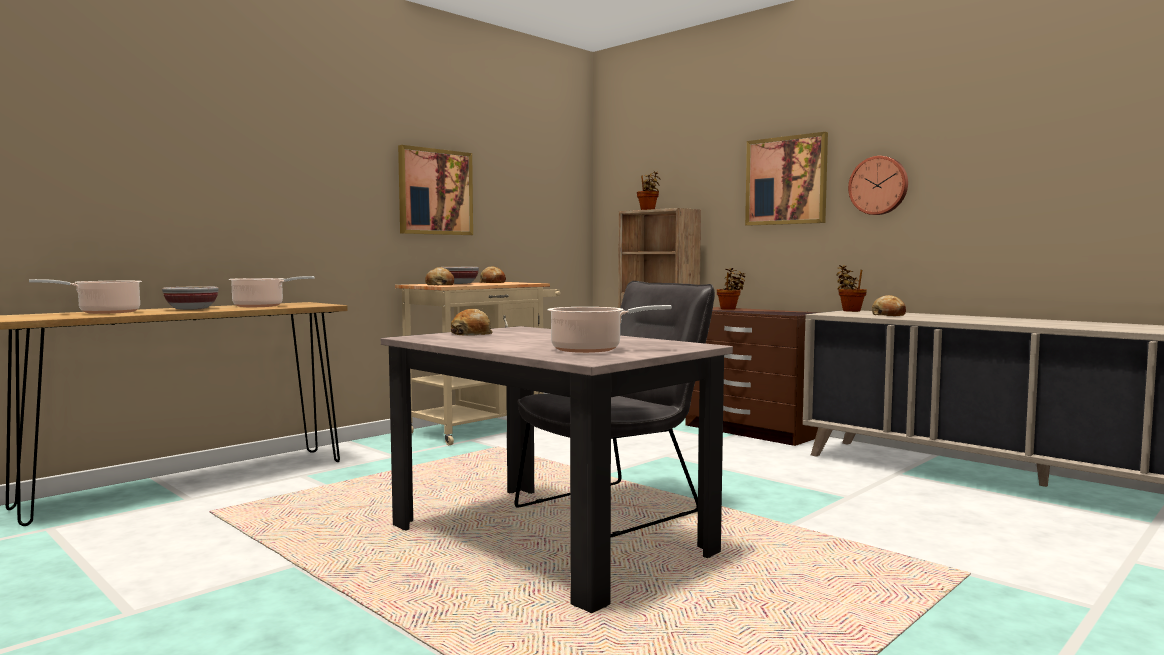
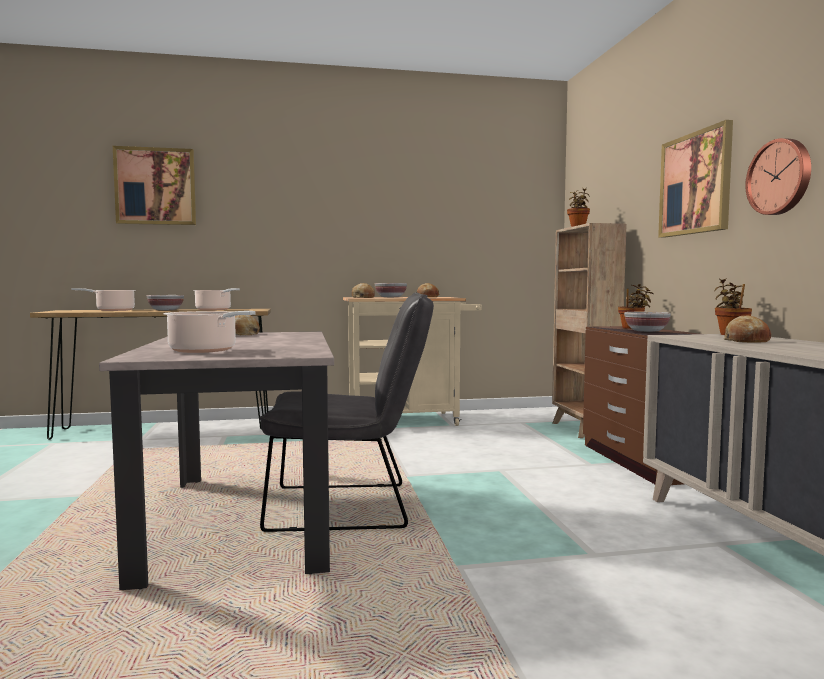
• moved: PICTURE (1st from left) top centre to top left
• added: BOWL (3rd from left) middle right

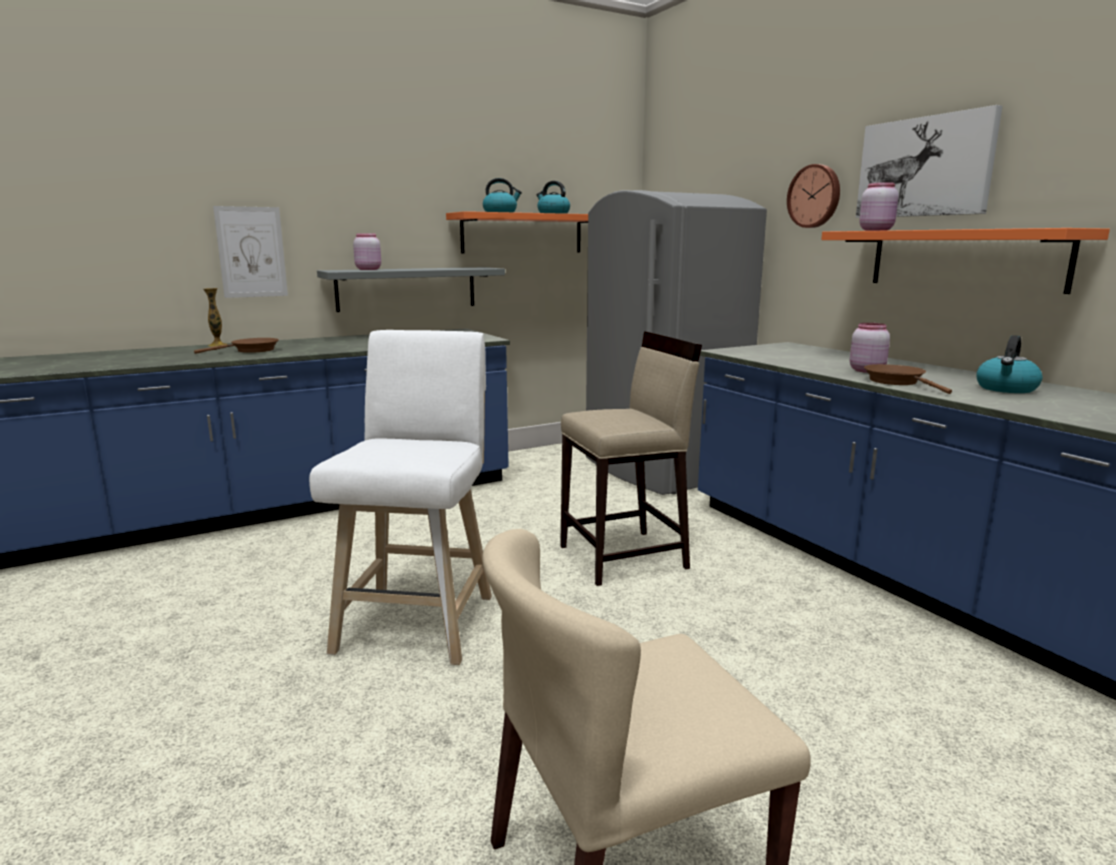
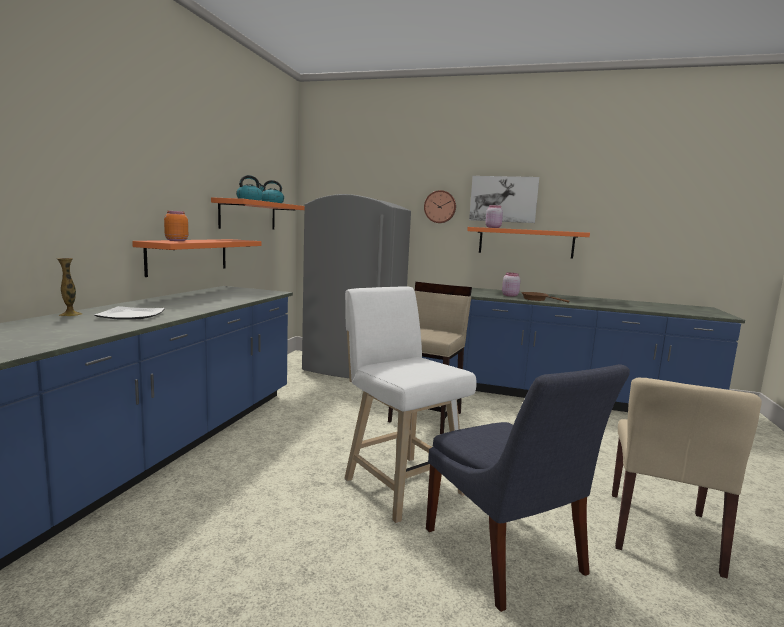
• replaced: BROWN FRYING PAN (1st from left) middle left to PLATE middle left
• recoloured: GREY SHELF centre to ORANGE SHELF (1st from left) middle left
• recoloured: PINK JAR (1st from left) top left to ORANGE JAR middle left
• added: BLUE CHAIR bottom right
• removed: PICTURE (1st from left) top left
• removed: KETTLE (3rd from left) middle right

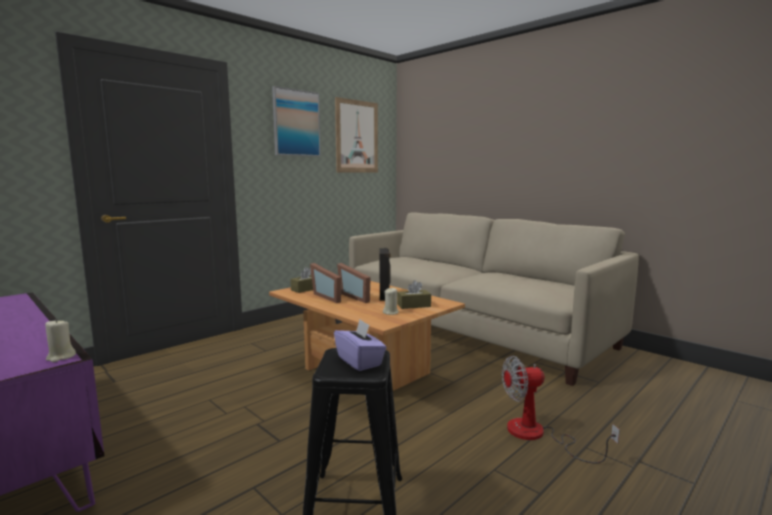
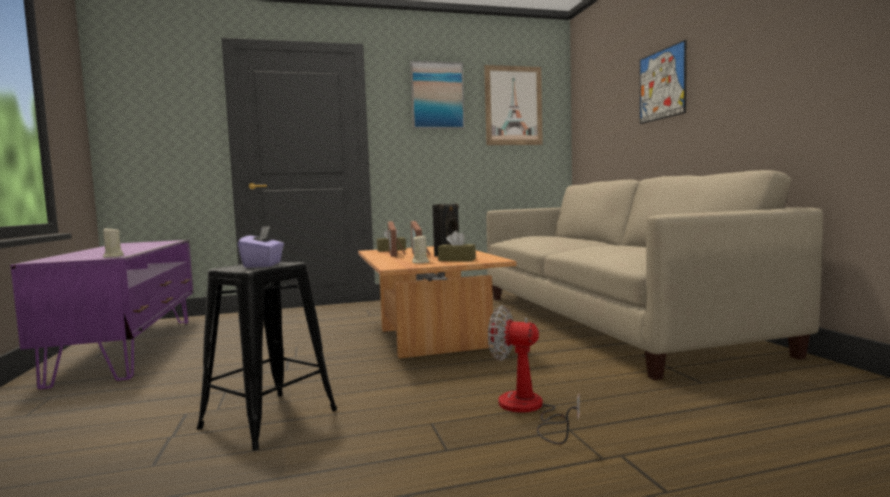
• added: PICTURE (3rd from left) top right

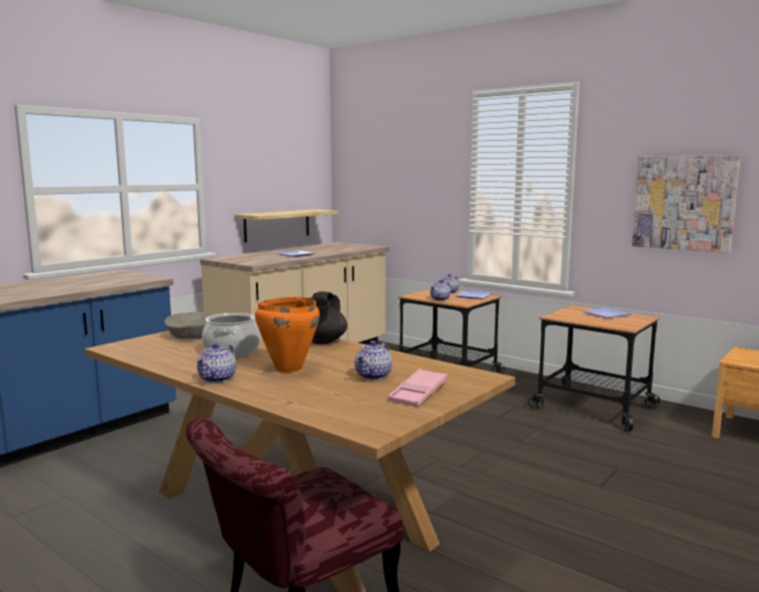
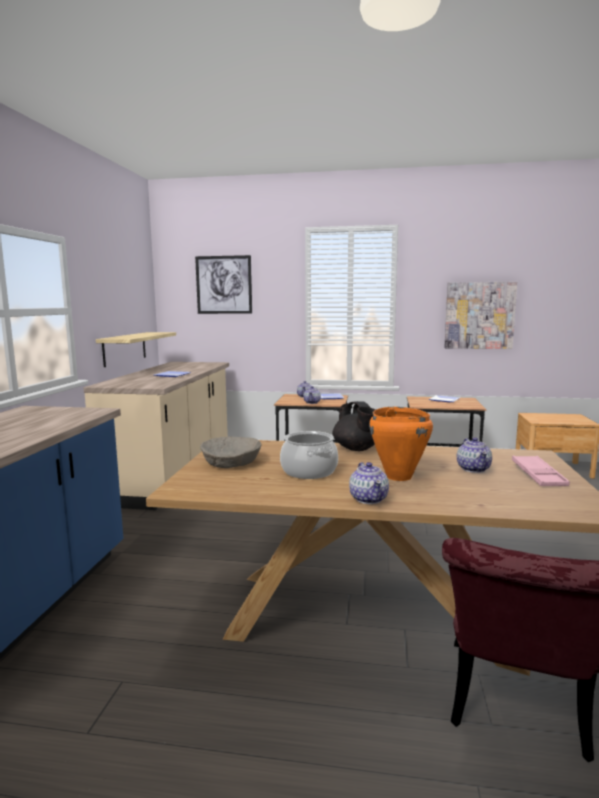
• added: PICTURE (1st from left) centre

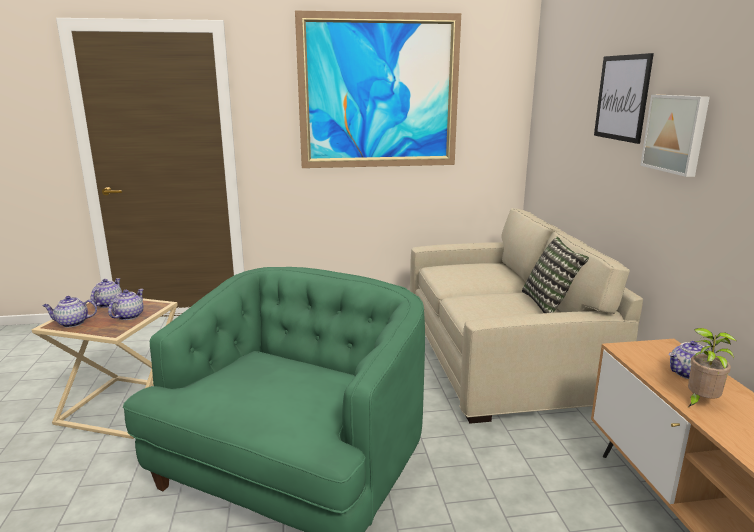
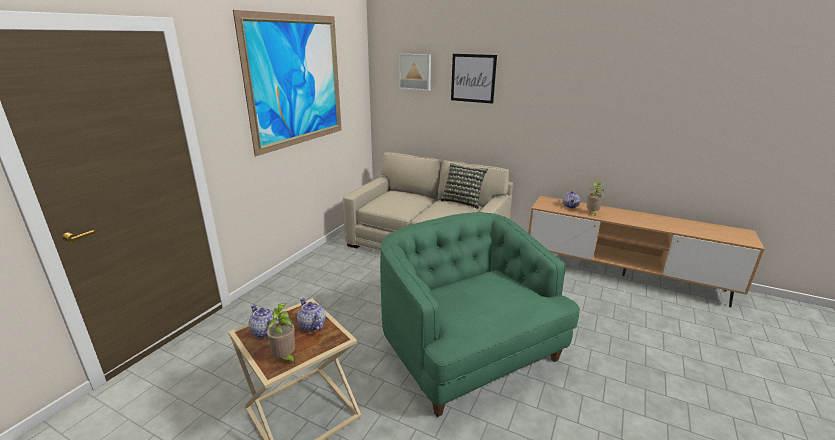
• replaced: TEAPOT (1st from left) middle left to POTTED PLANT (1st from left) bottom centre
• moved: PICTURE (3rd from left in the first image) top right to PICTURE (2nd from left) top centre

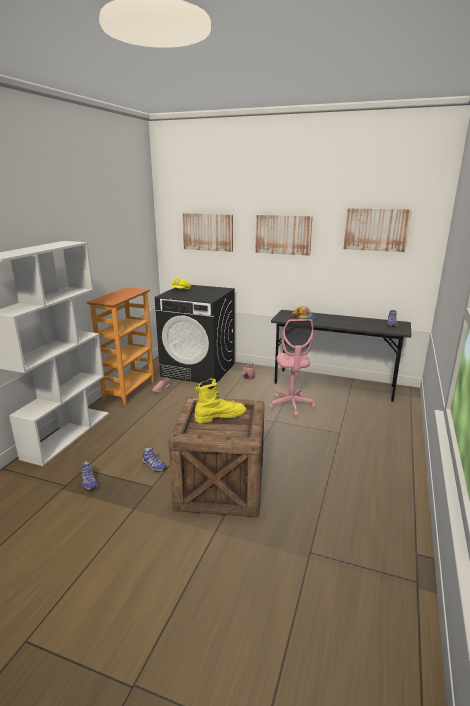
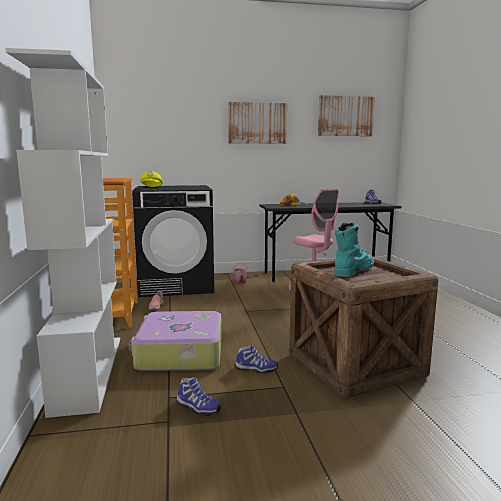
• added: SUITCASE bottom centre
• recoloured: YELLOW BOOT centre to TURQUOISE BOOT middle right
• removed: PICTURE (1st from left) top centre

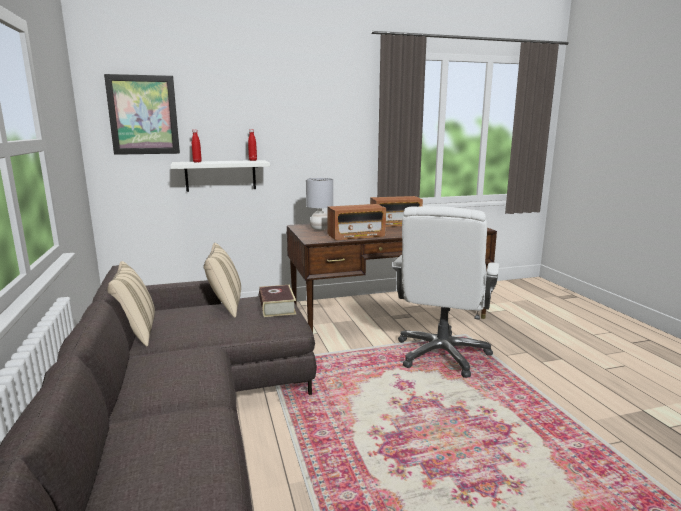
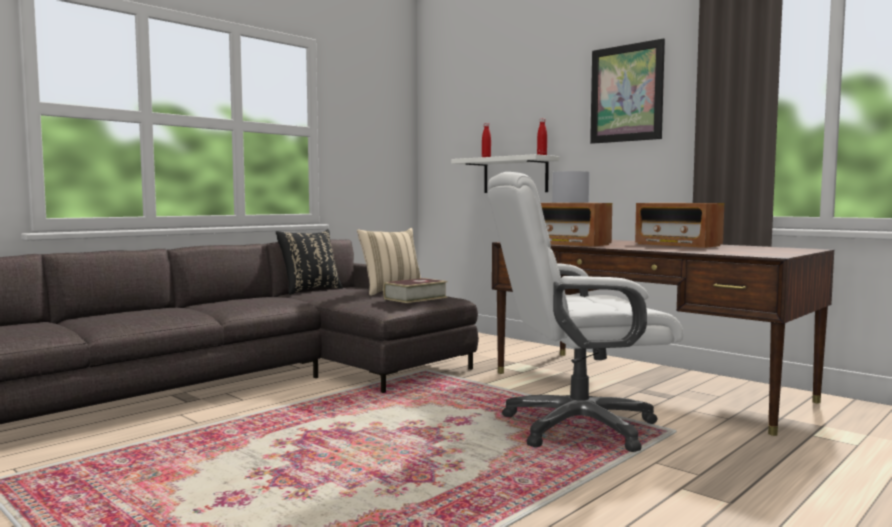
• recoloured: BEIGE PILLOW (1st from left) middle left to BLACK PILLOW centre
• moved: PICTURE top left to top right

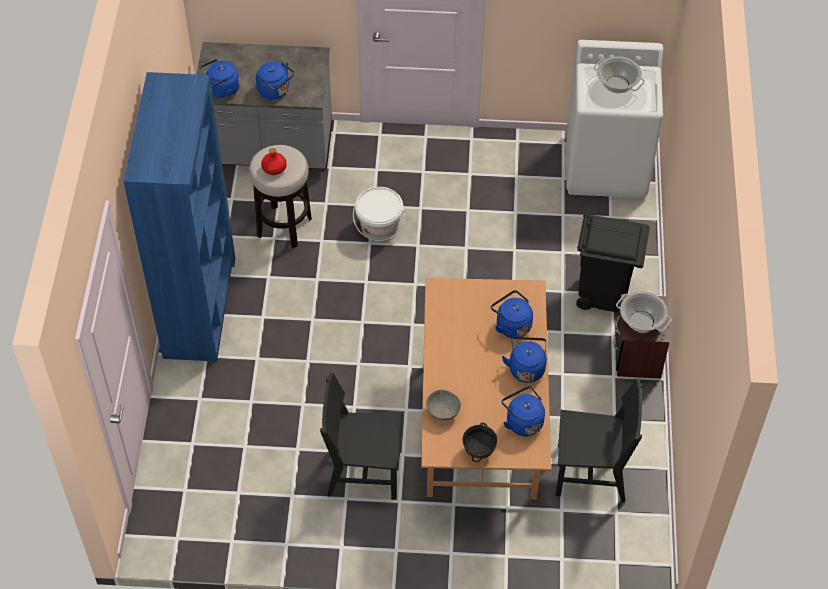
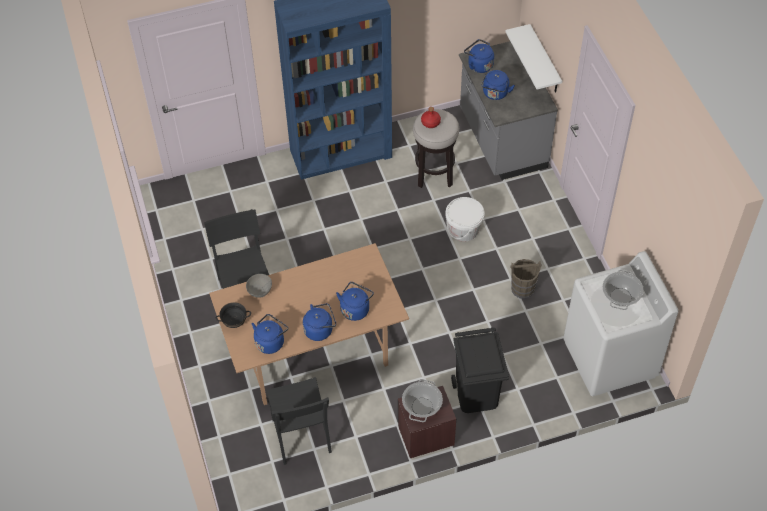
• added: WHITE SHELF top right
• added: BROWN BUCKET middle right

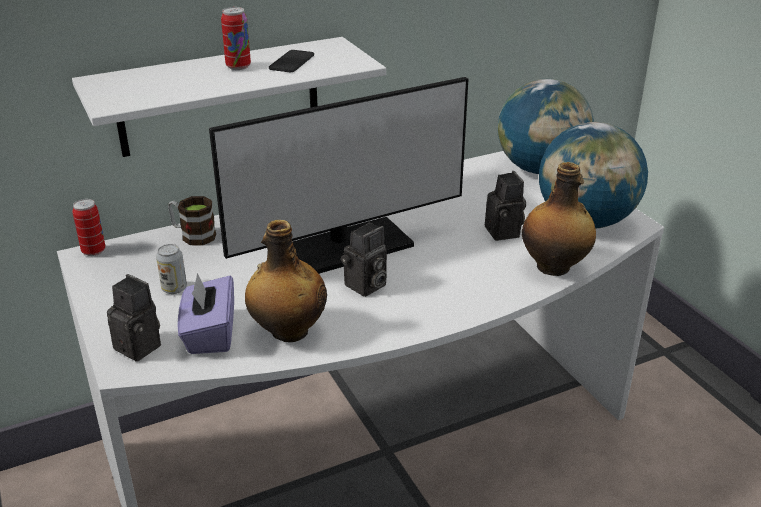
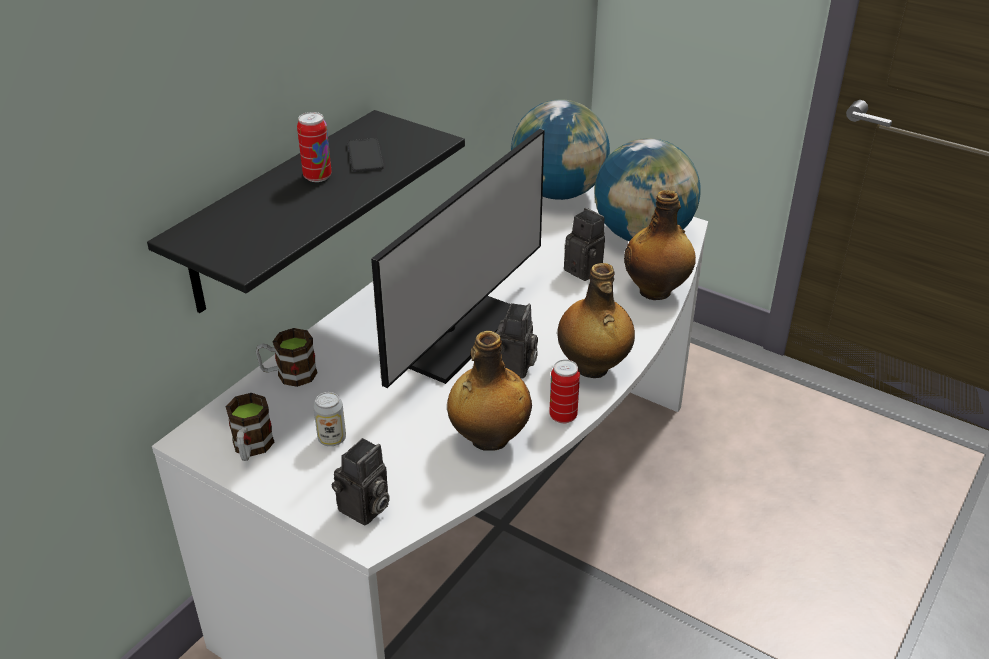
• recoloured: WHITE SHELF top left to BLACK SHELF top left
• added: MUG (1st from left) middle left
• turned: PHOTO CAMERA (1st from left) middle left = bottom centre 120 degrees clockwise
• moved: CAN (1st from left in the first image) middle left to CAN (3rd from left) centre
• added: BOTTLE (2nd from left) centre
• removed: PURPLE TISSUE BOX middle left

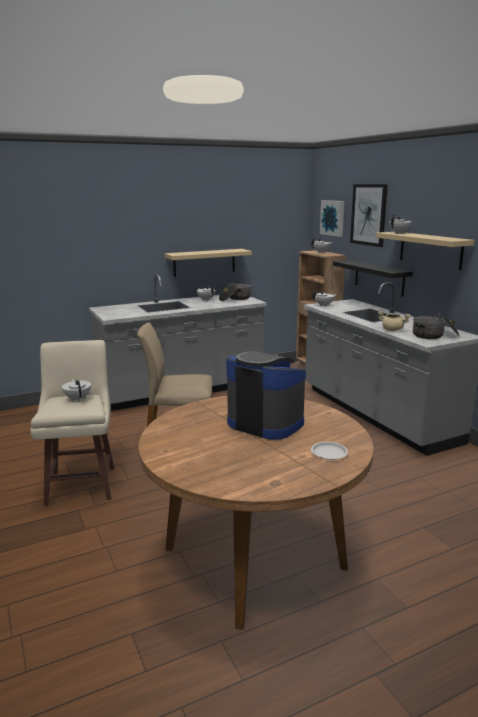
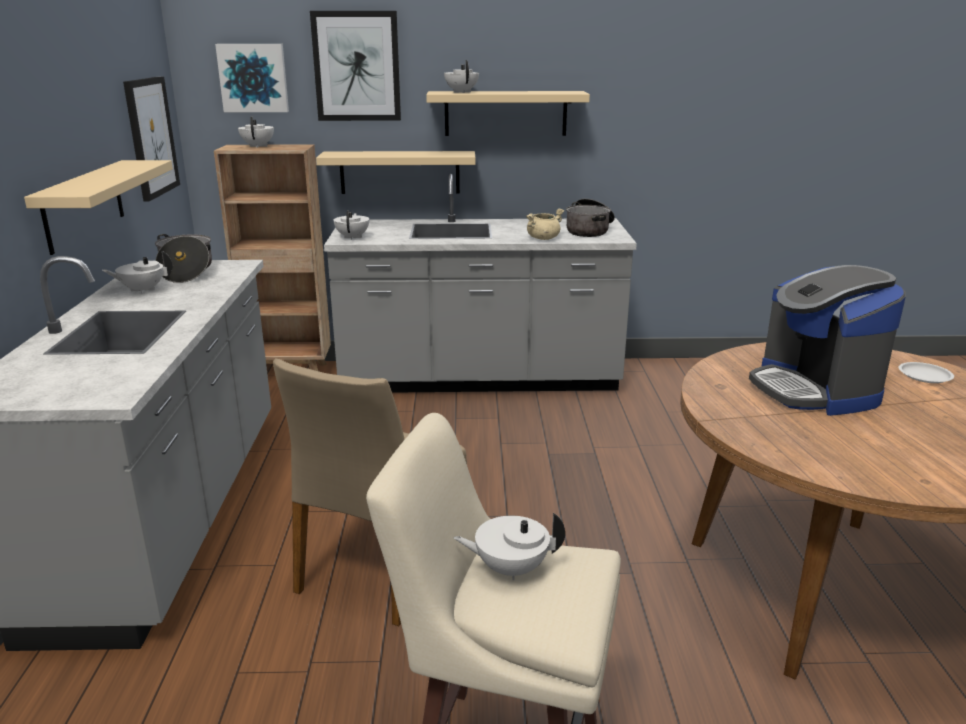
• added: PICTURE (1st from left) top left
• recoloured: BLACK SHELF middle right to BEIGE SHELF (2nd from left) top centre
• turned: COFFEE MACHINE centre = middle right 75 degrees counterclockwise

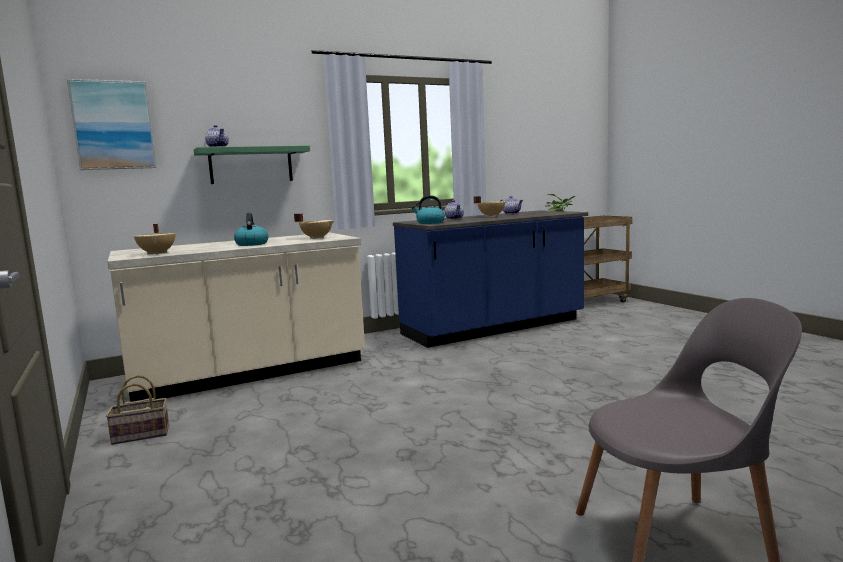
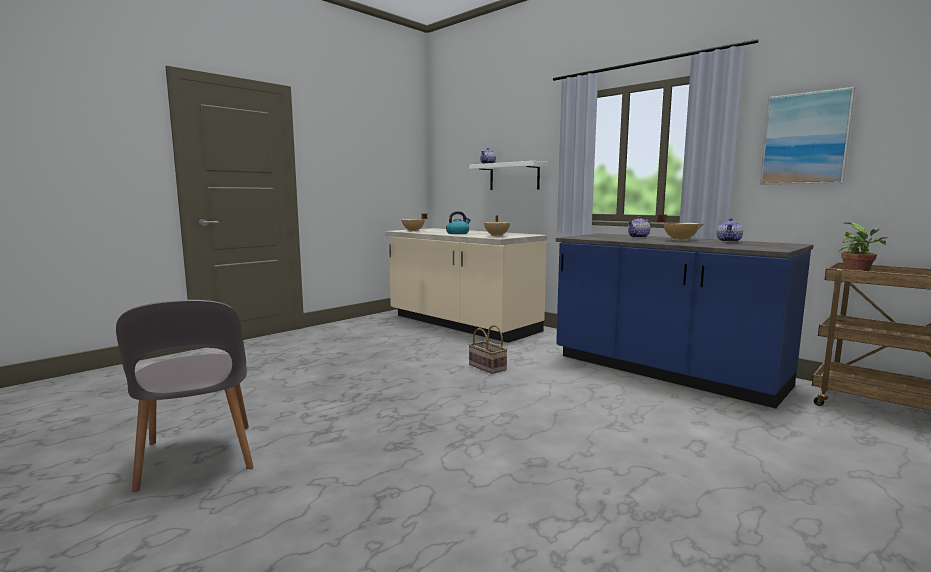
• moved: BASKET bottom left to centre
• recoloured: GREEN SHELF top left to WHITE SHELF top centre
• moved: PICTURE top left to top right
• removed: KETTLE (2nd from left) centre

